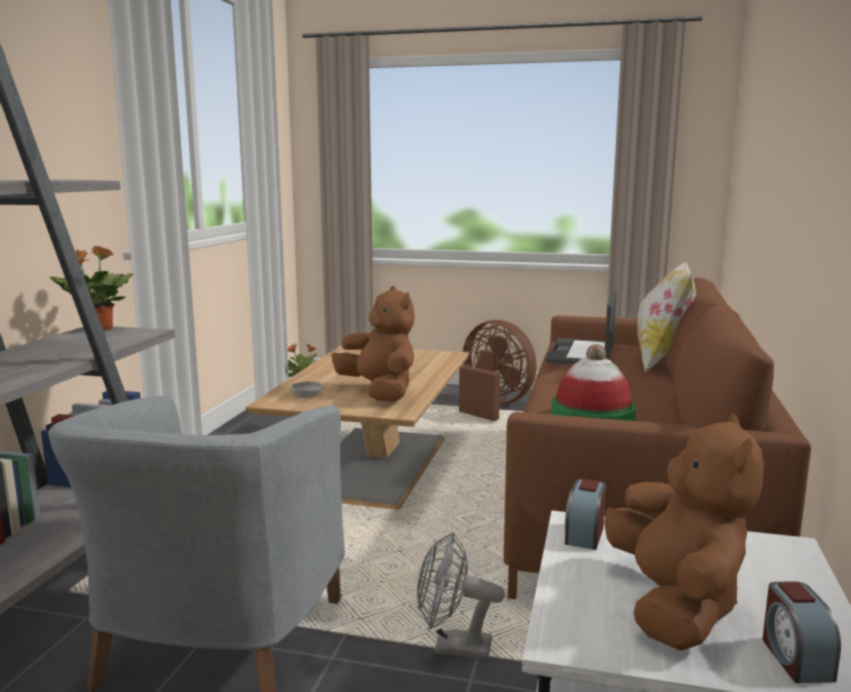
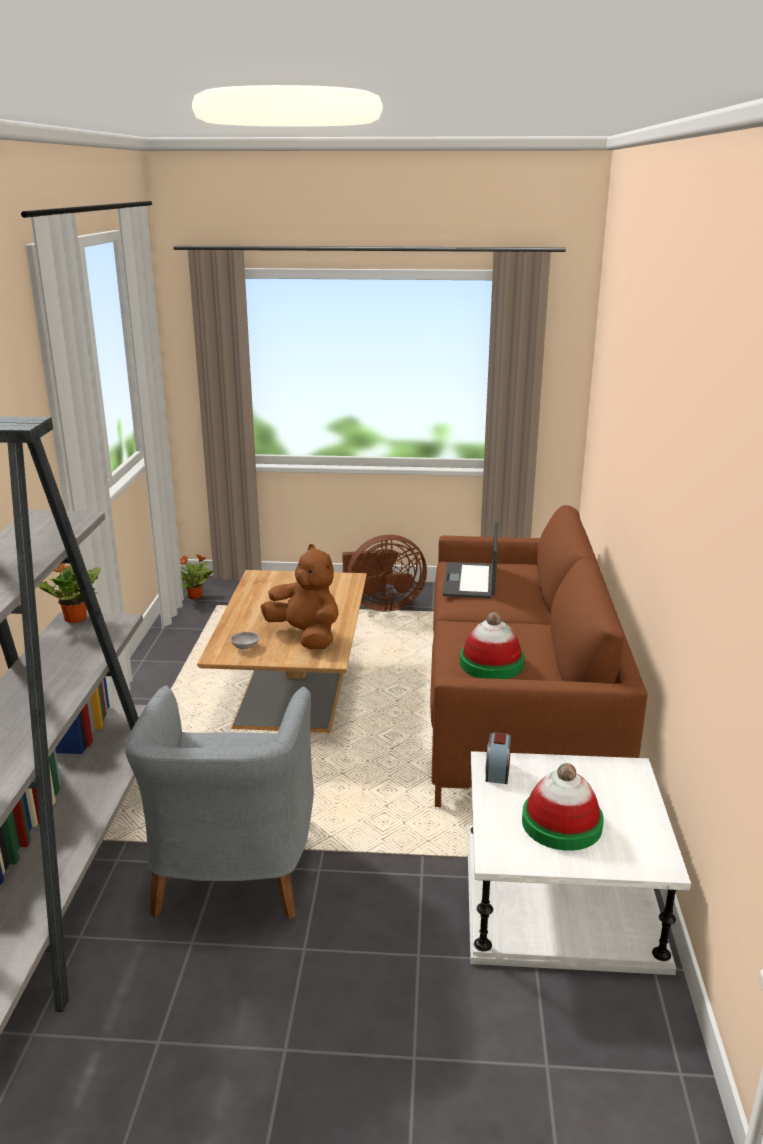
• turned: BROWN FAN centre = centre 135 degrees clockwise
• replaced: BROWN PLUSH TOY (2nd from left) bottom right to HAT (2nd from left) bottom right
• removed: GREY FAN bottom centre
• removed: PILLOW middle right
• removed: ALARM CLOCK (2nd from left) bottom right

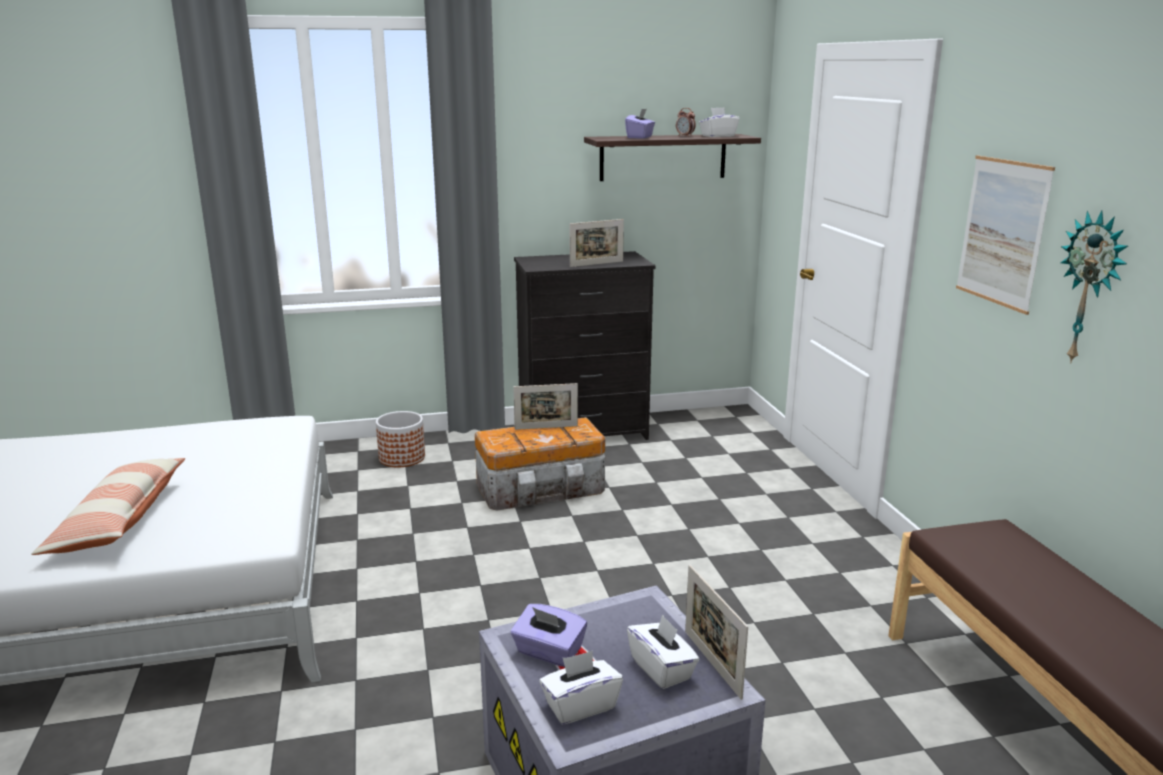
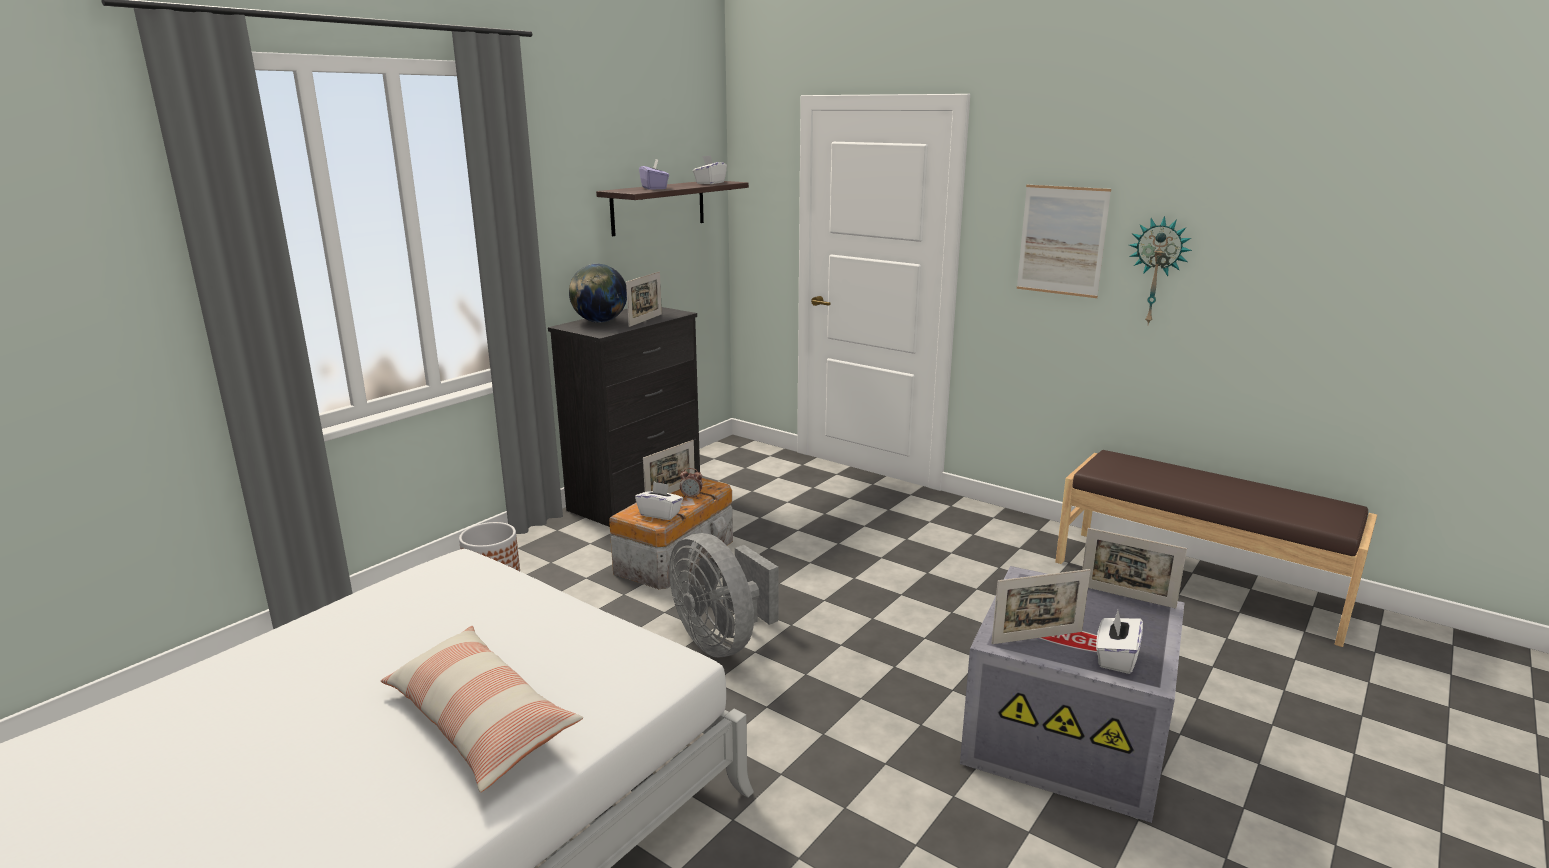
• added: GLOBE centre
• moved: WHITE TISSUE BOX (2nd from left in the first image) bottom centre to WHITE TISSUE BOX (1st from left) centre
• added: GREY FAN bottom centre
• moved: ALARM CLOCK top centre to centre
• replaced: PURPLE TISSUE BOX (1st from left) bottom centre to PICTURE FRAME (3rd from left) bottom right

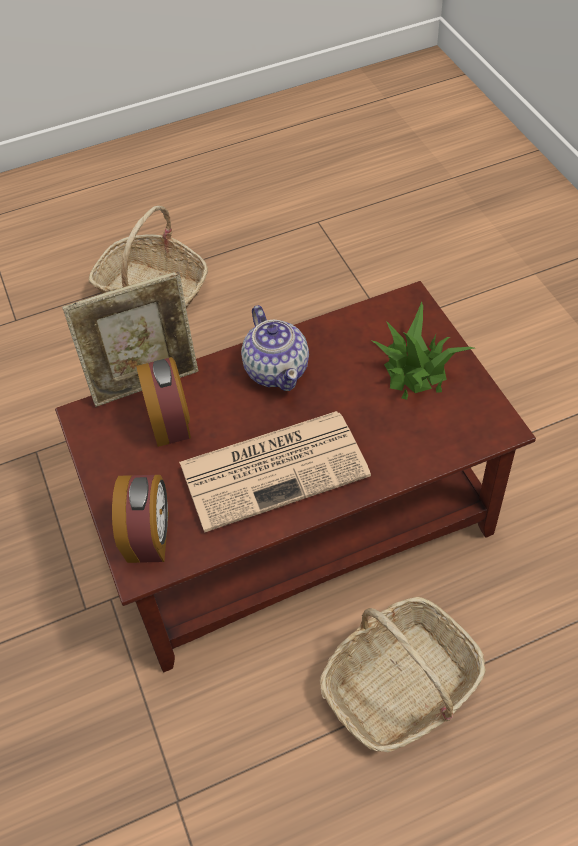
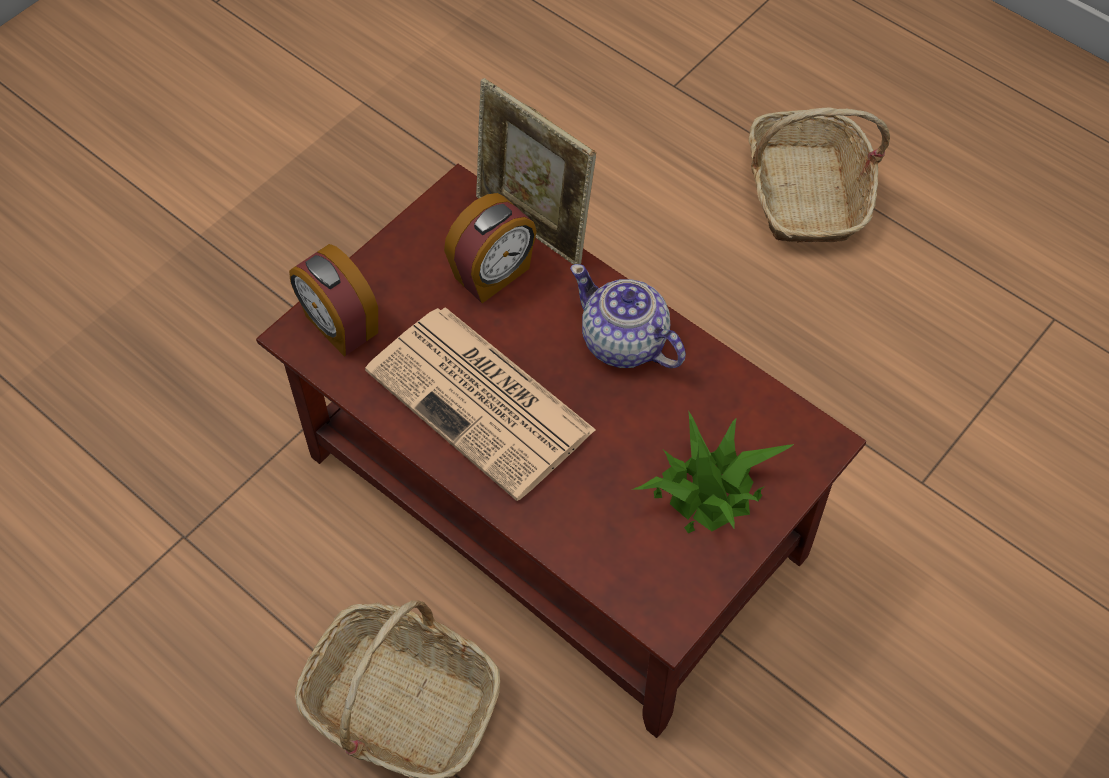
• turned: ALARM CLOCK (1st from left) middle left = middle left 75 degrees clockwise
• turned: TEAPOT centre = centre 90 degrees clockwise

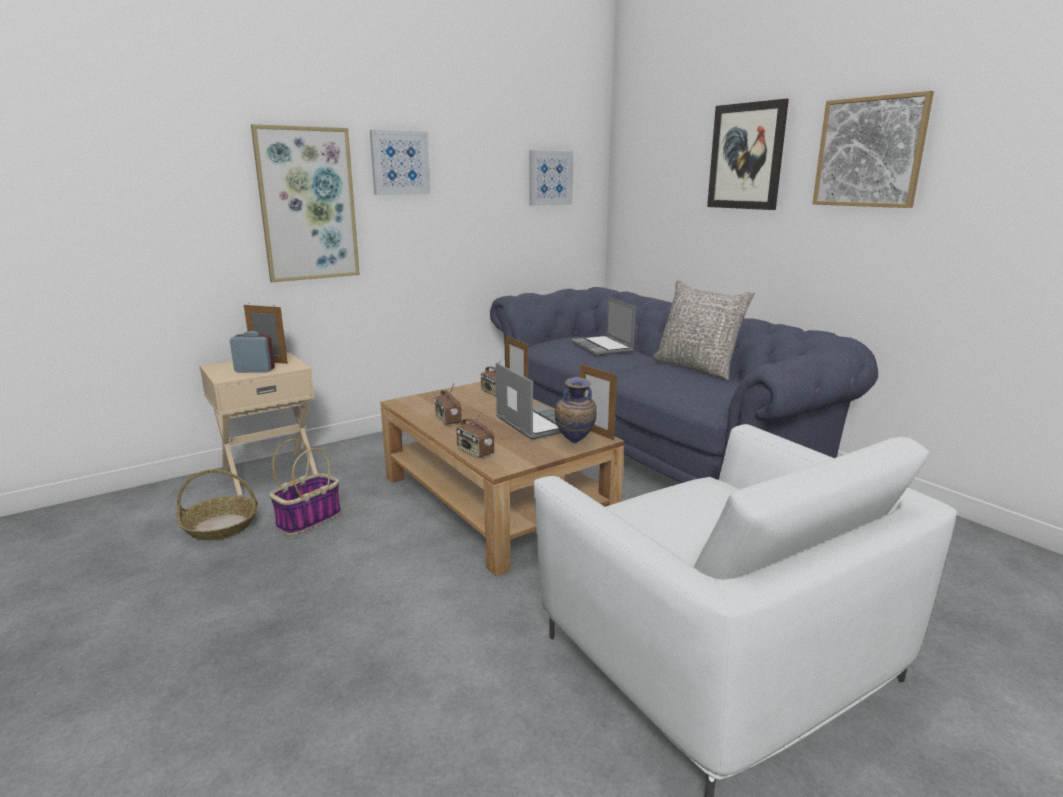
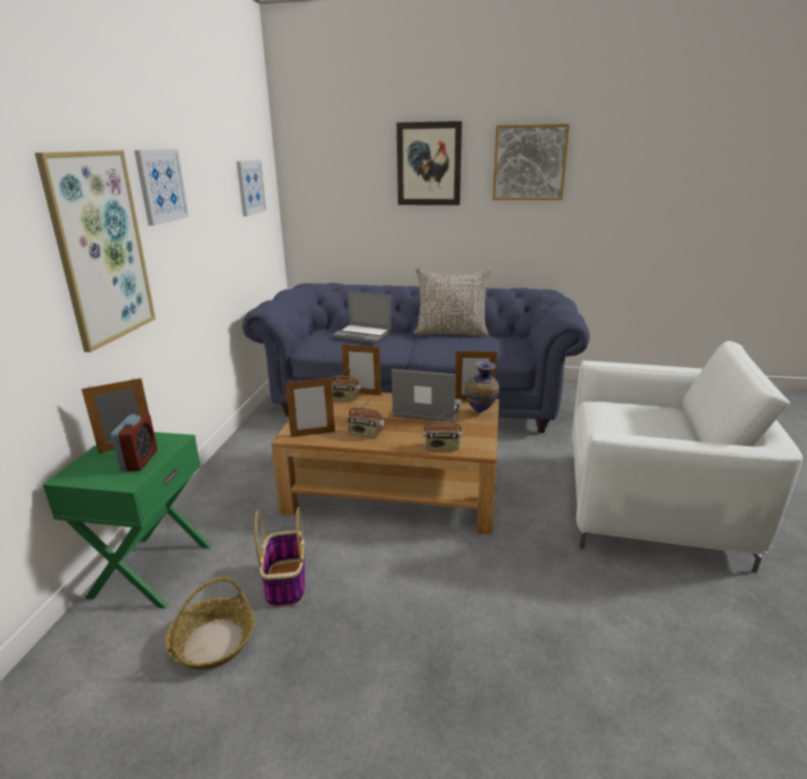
• recoloured: BEIGE NIGHTSTAND middle left to GREEN NIGHTSTAND bottom left
• turned: ALARM CLOCK middle left = middle left 135 degrees clockwise
• added: PICTURE FRAME (2nd from left) centre

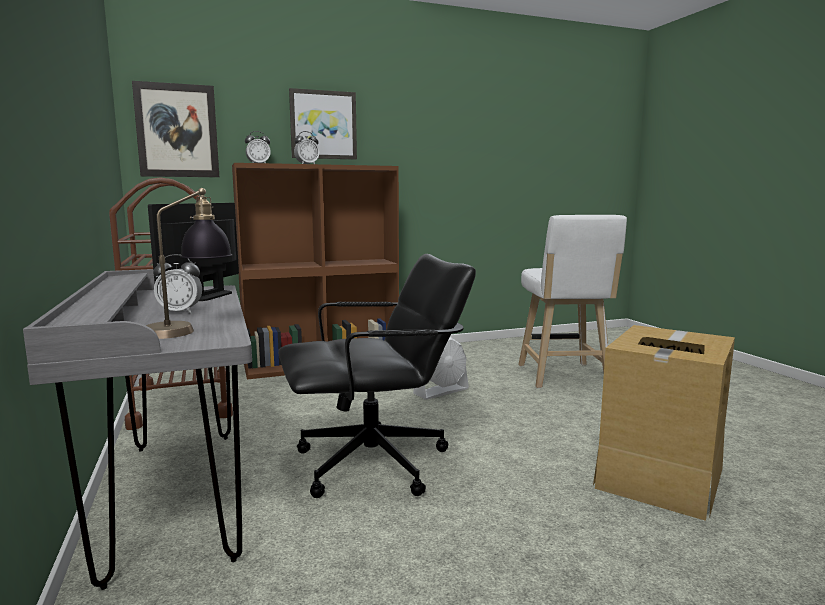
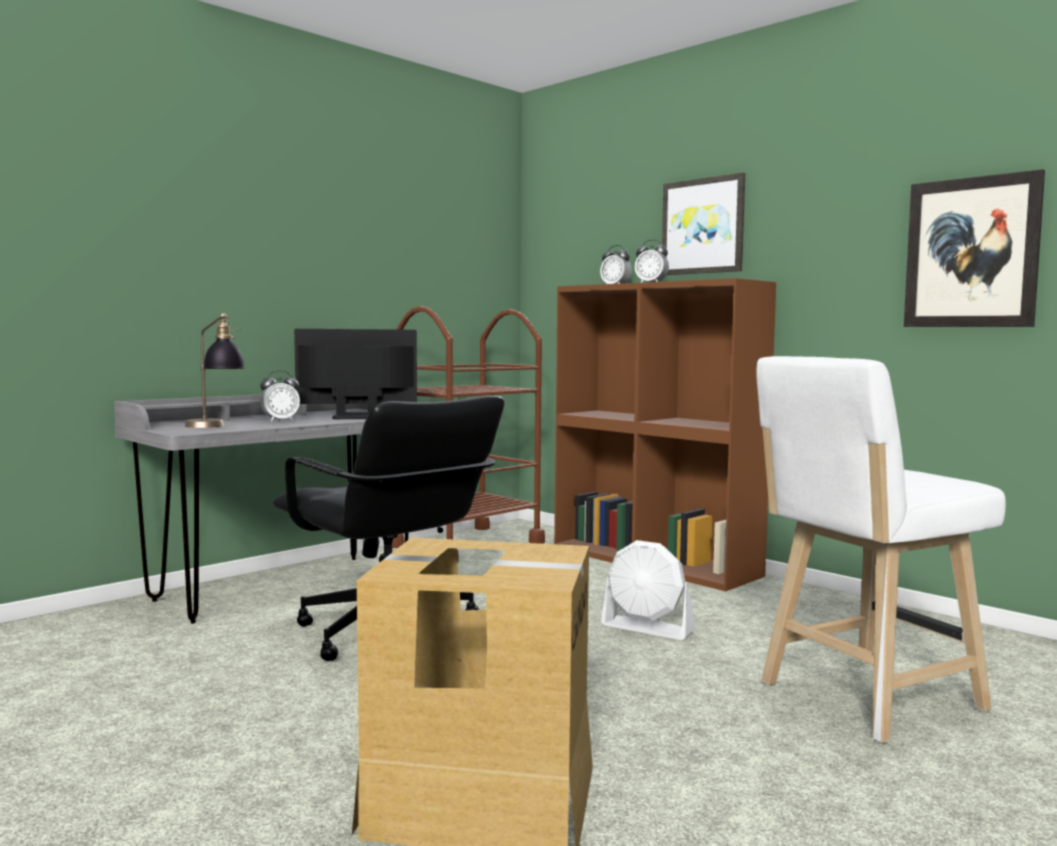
• turned: ALARM CLOCK (1st from left) middle left = middle left 90 degrees counterclockwise
• moved: PICTURE (1st from left in the first image) top left to PICTURE (2nd from left) top right

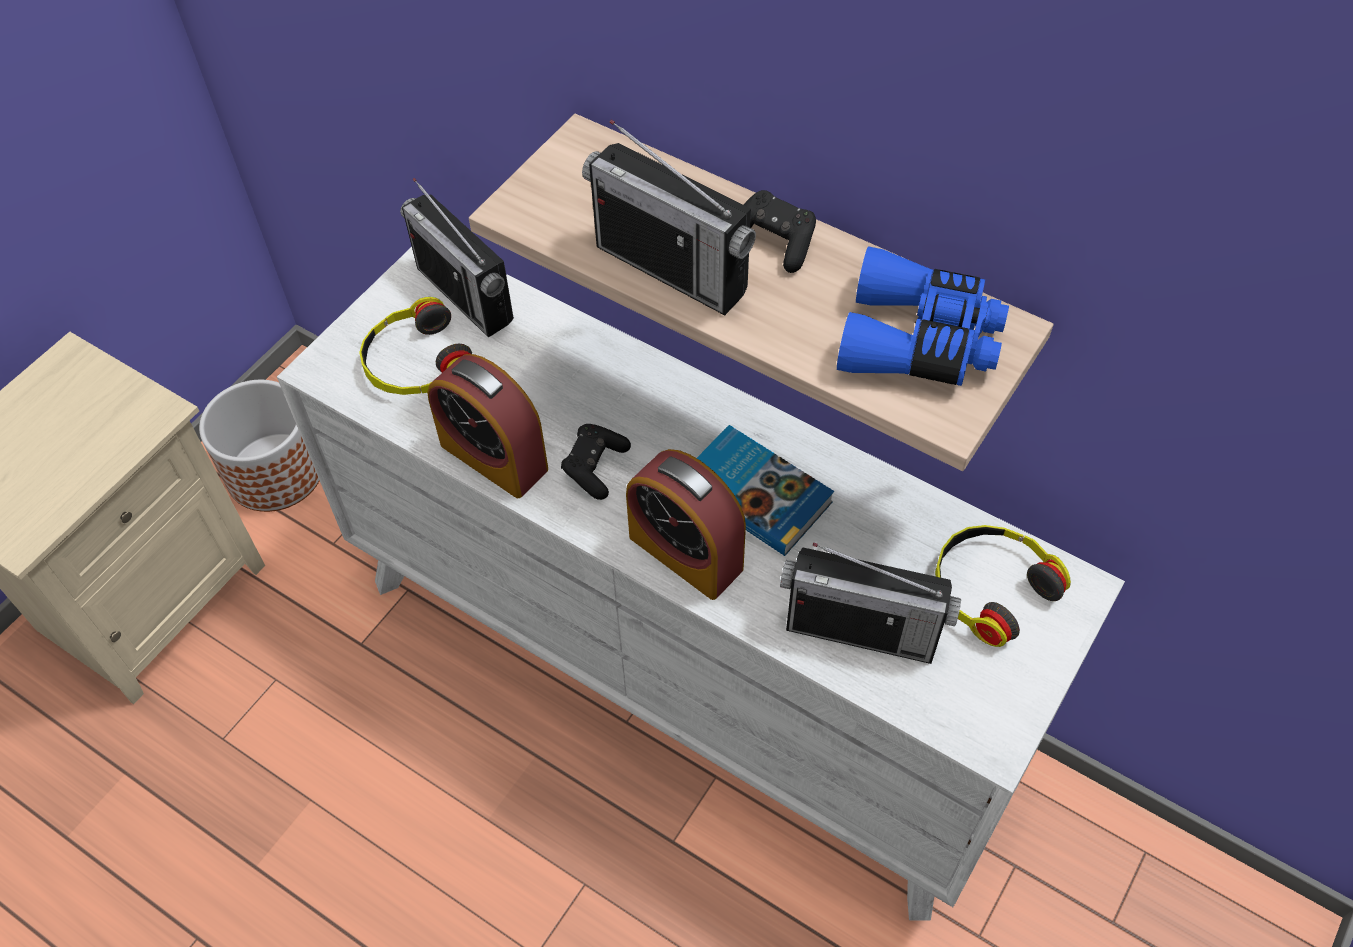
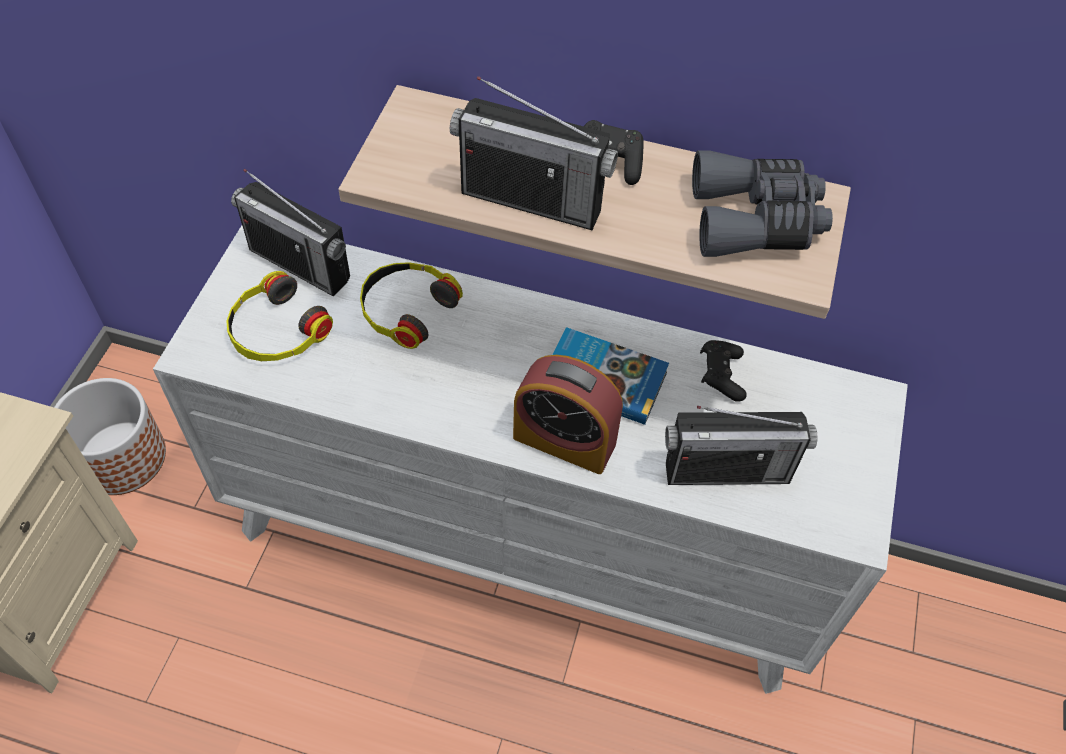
• moved: HEADPHONES (2nd from left) middle right to centre
• recoloured: BLUE BINOCULARS middle right to GREY BINOCULARS top right
• moved: BLACK GAME CONTROLLER (1st from left in the first image) centre to BLACK GAME CONTROLLER (2nd from left) middle right
• removed: ALARM CLOCK (1st from left) centre

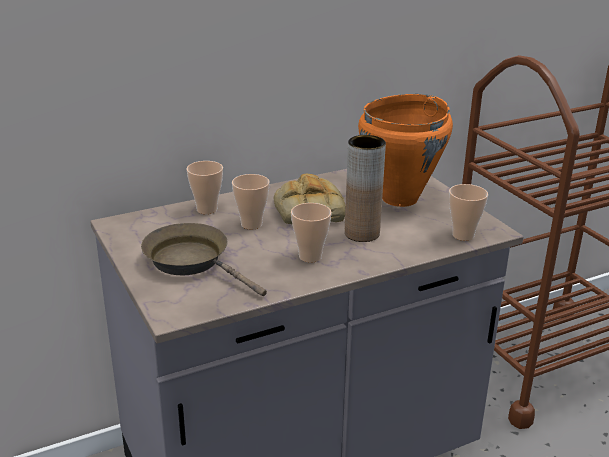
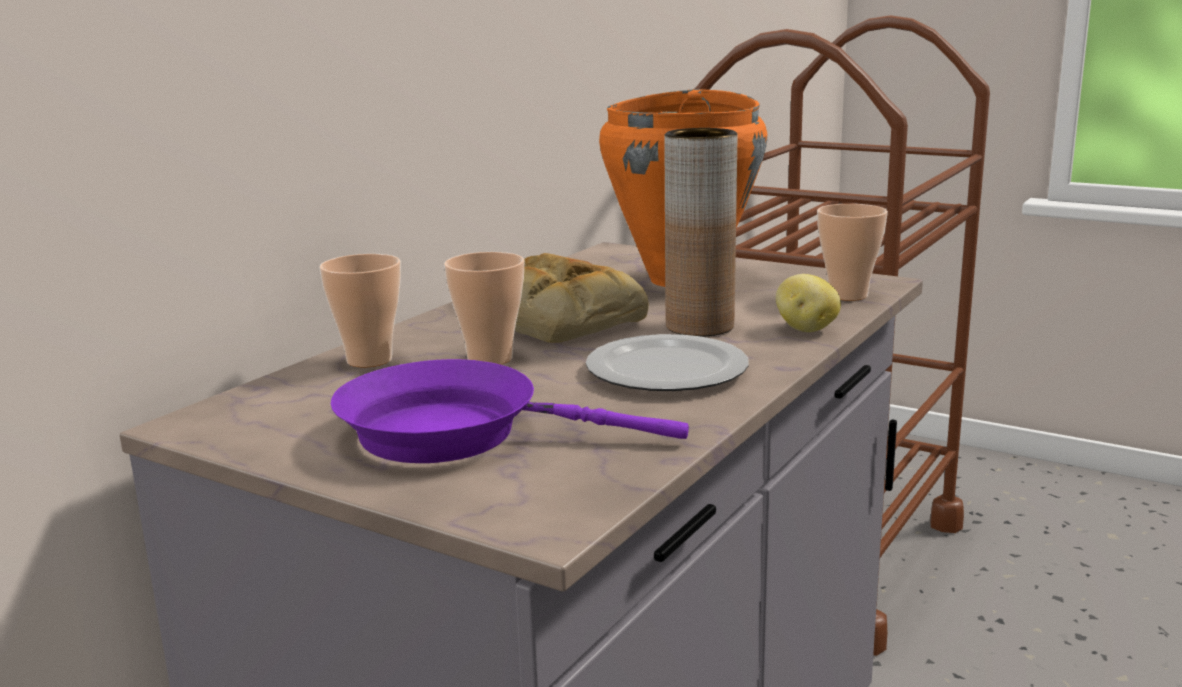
• recoloured: BROWN FRYING PAN centre to PURPLE FRYING PAN centre
• replaced: CUP (3rd from left) centre to PLATE centre
• added: POTATO middle right

